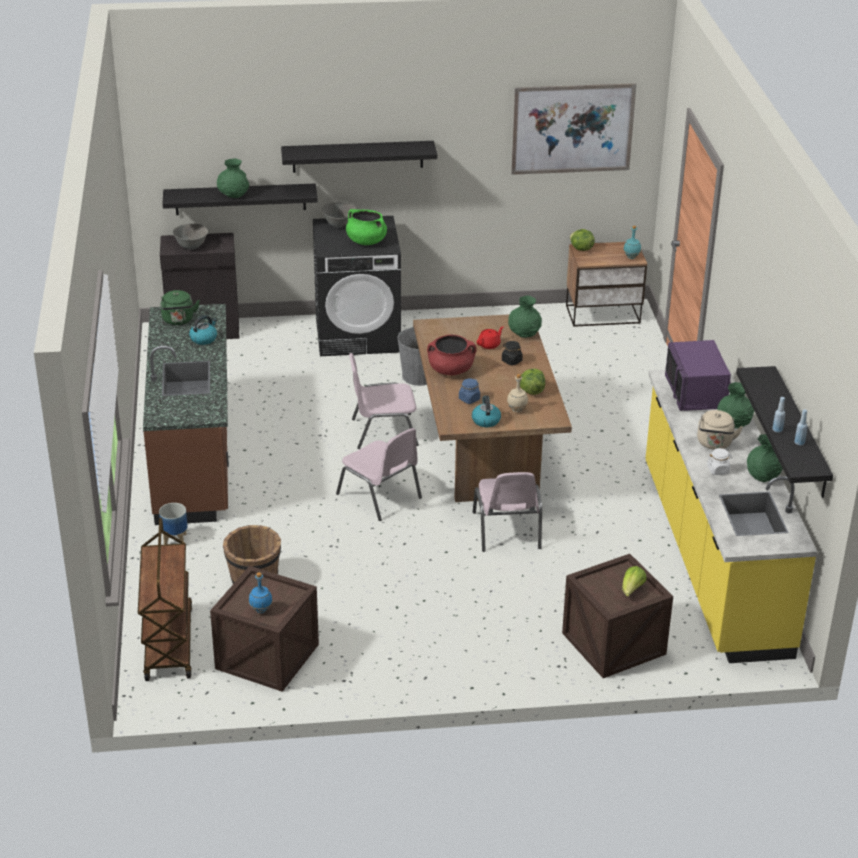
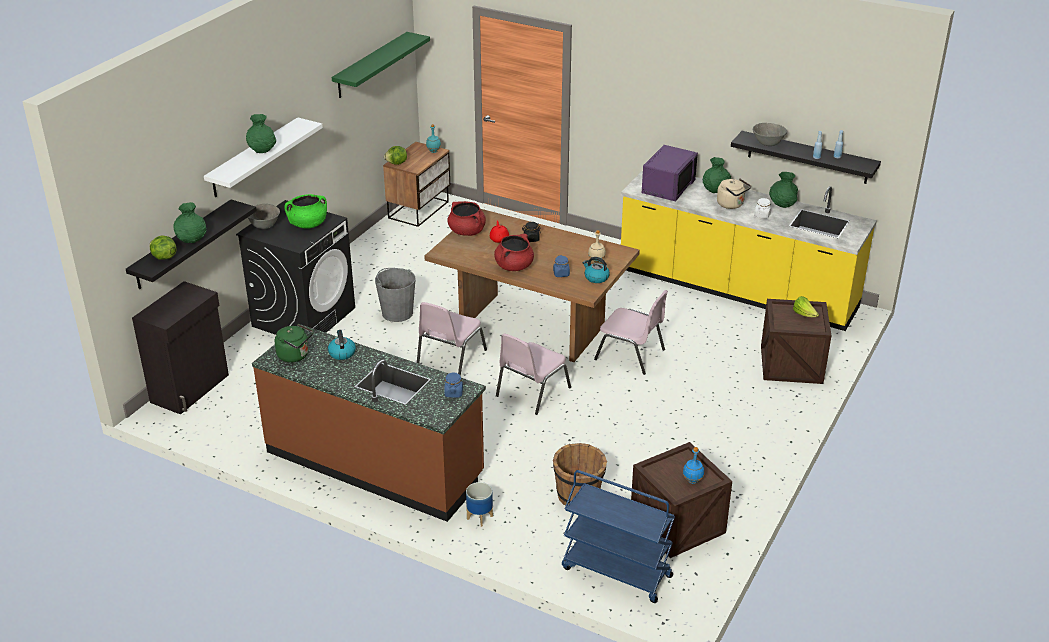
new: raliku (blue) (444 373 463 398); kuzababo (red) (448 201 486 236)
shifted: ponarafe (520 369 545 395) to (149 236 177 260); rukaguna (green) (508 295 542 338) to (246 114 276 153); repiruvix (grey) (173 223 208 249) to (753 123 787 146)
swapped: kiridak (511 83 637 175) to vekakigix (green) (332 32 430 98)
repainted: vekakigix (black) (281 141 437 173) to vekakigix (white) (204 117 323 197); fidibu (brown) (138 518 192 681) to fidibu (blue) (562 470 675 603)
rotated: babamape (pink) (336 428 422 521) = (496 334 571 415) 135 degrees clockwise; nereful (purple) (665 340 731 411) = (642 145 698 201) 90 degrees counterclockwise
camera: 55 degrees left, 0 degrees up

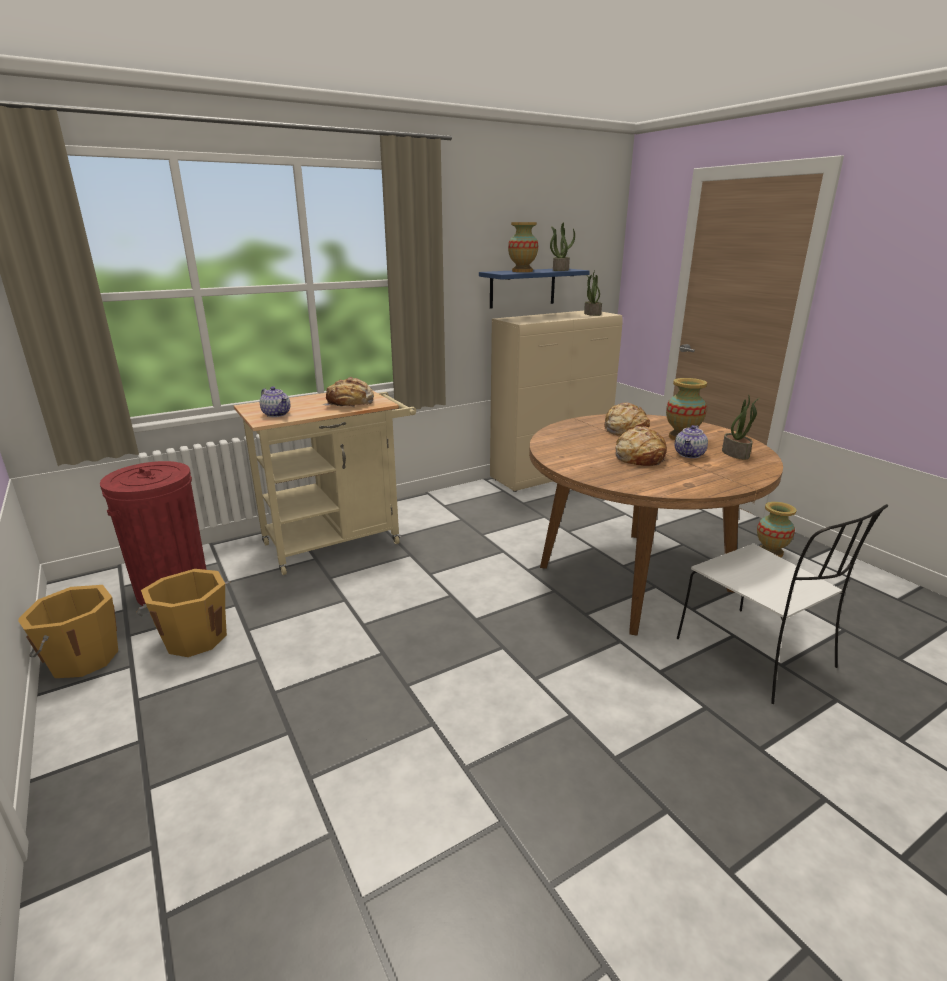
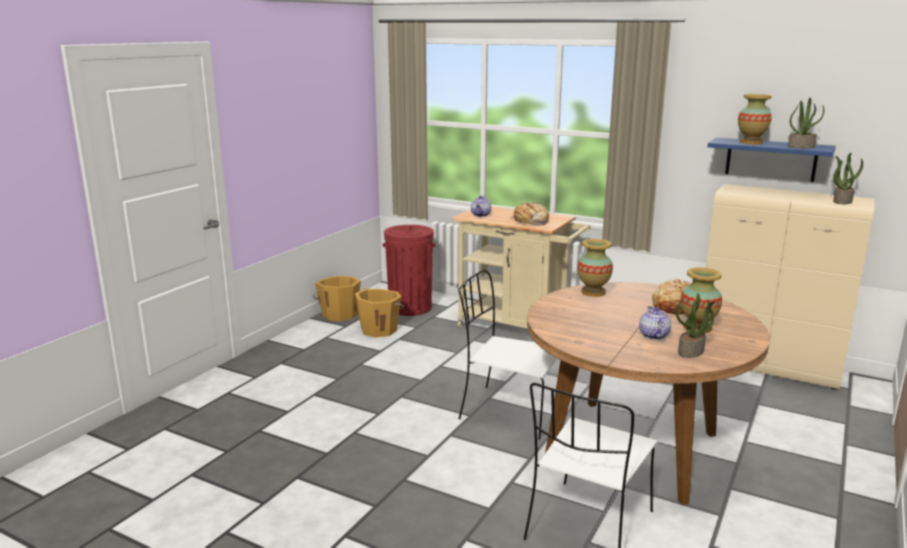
gone: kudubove (615 426 667 466)
new: babamape (white) (458 270 557 440)
shifted: rukaguna (757 502 797 557) to (577 239 613 297)
rotated: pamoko (675 425 708 458) = (639 306 671 340) 90 degrees clockwise
camera: 60 degrees right, 5 degrees down

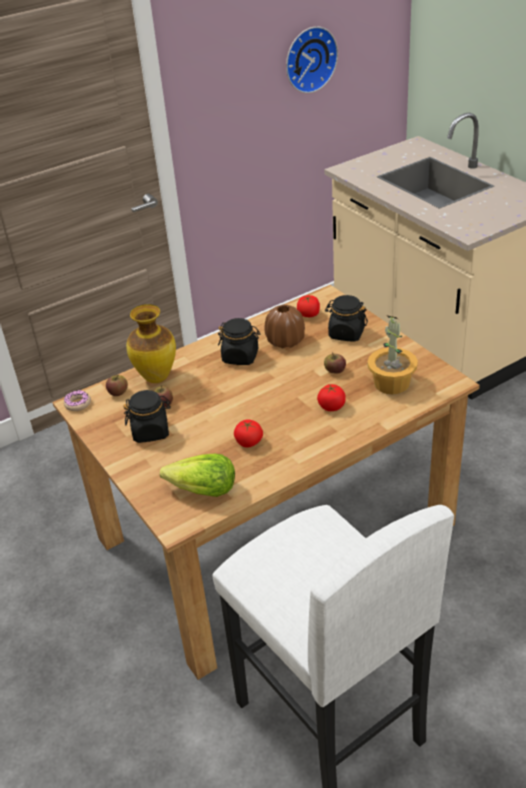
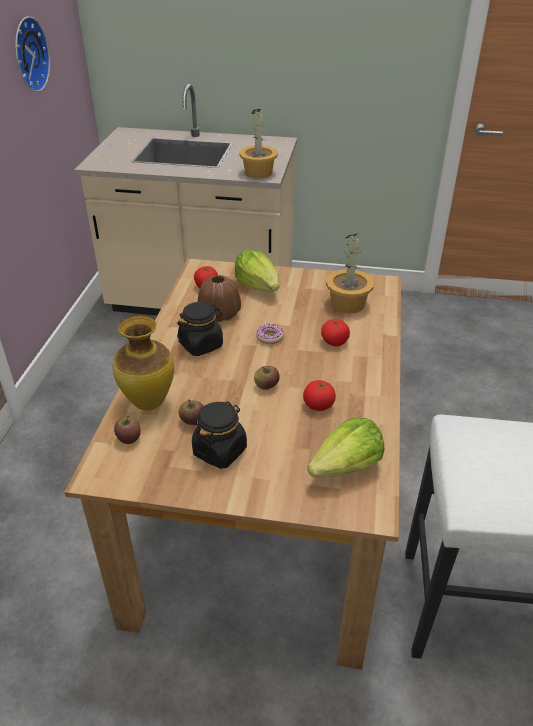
new: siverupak (239 109 278 179)
shifted: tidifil (324 352 346 374) to (254 366 280 390); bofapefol (64 390 91 411) to (256 324 284 344)
swapped: raliku (black) (325 295 368 342) to ponarafe (235 250 279 292)
camera: 50 degrees left, 0 degrees up

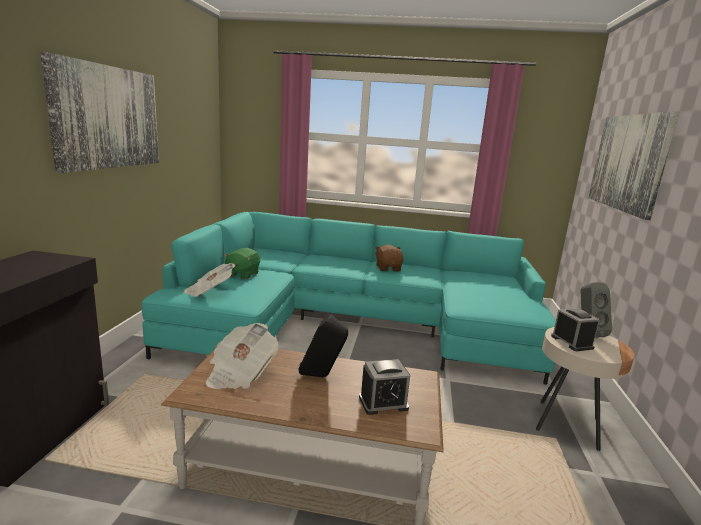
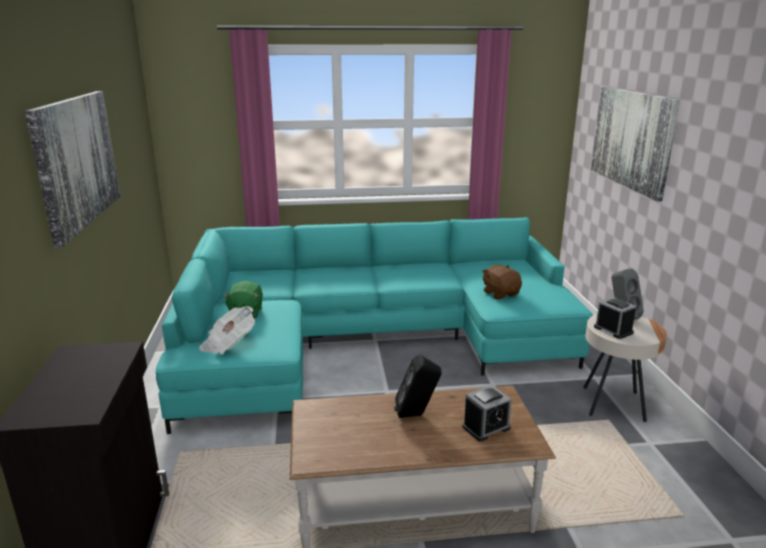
gone: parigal (206 323 278 389)
shifted: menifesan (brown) (375 245 403 271) to (482 265 522 299)
camera: 15 degrees left, 5 degrees up

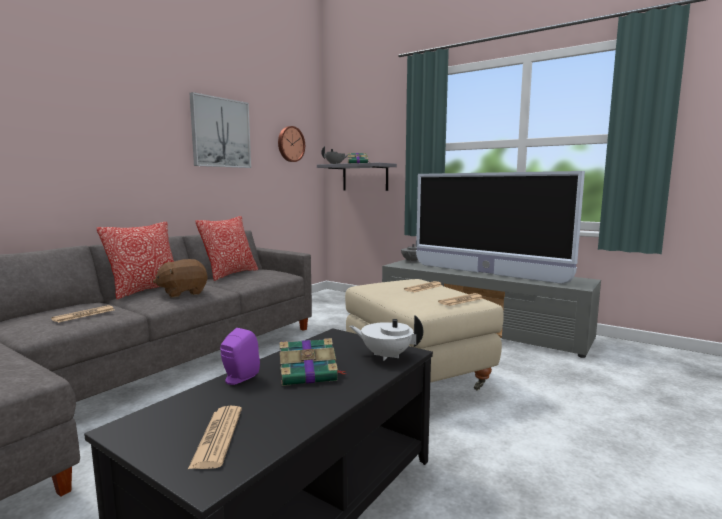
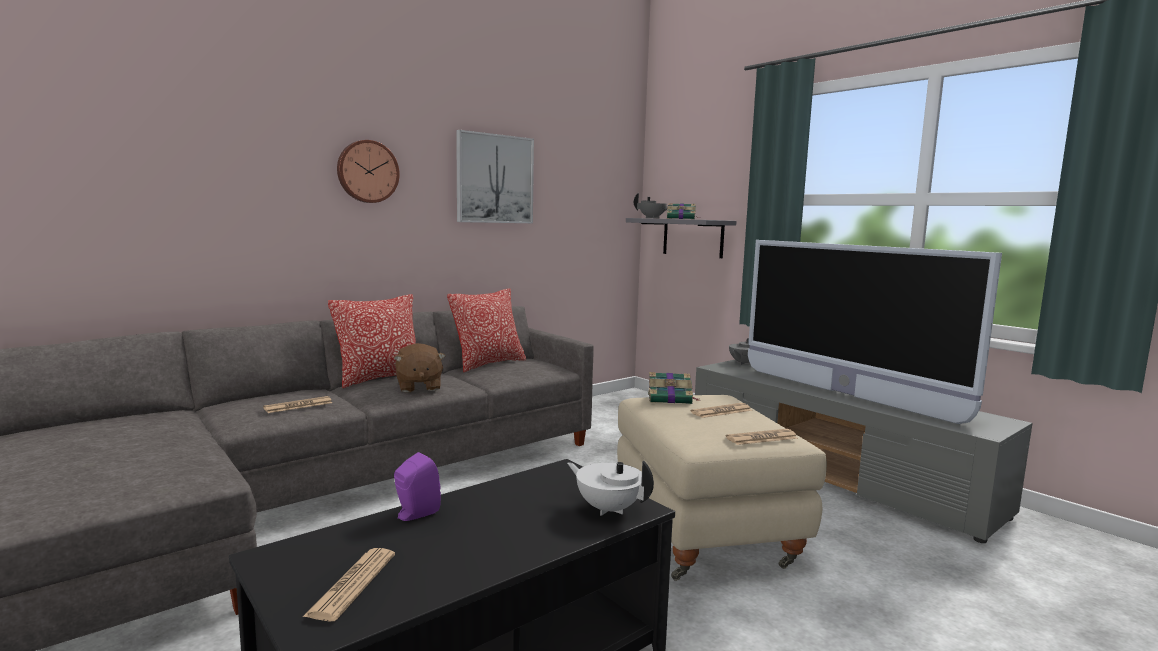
shifted: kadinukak (278 126 305 162) to (337 140 400 203); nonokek (279 338 346 386) to (648 372 700 404)
rotated: menifesan (brown) (153 259 208 298) = (394 343 446 392) 90 degrees counterclockwise
camera: 15 degrees right, 0 degrees up

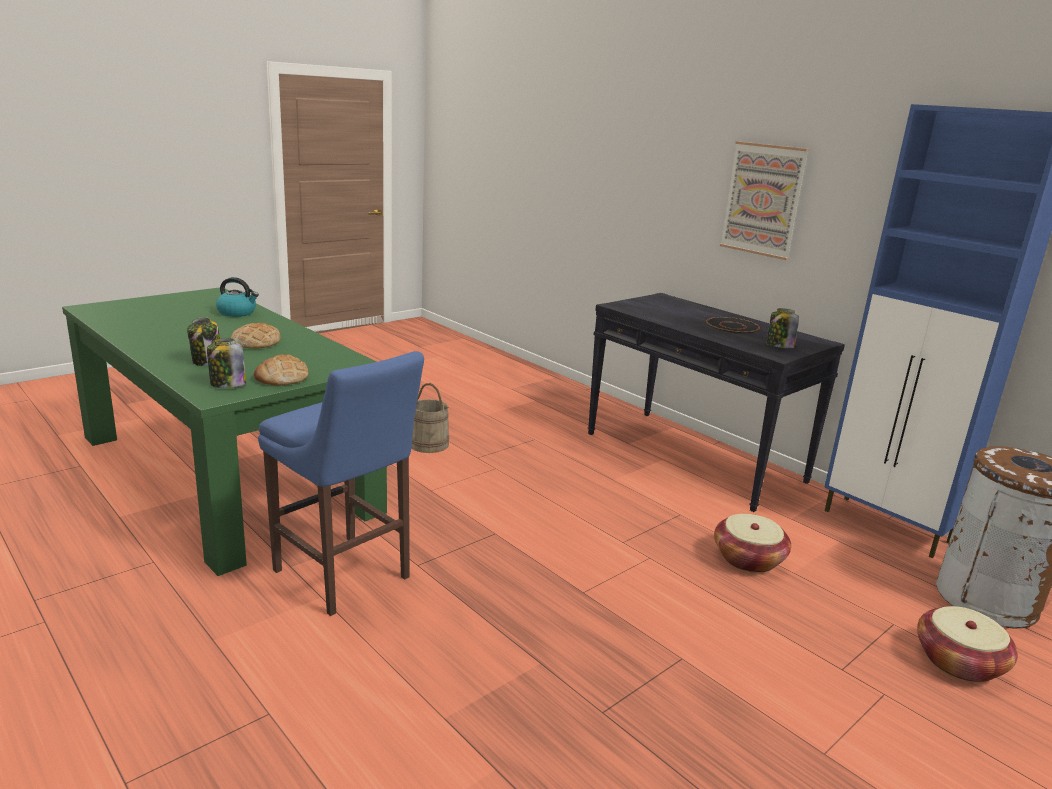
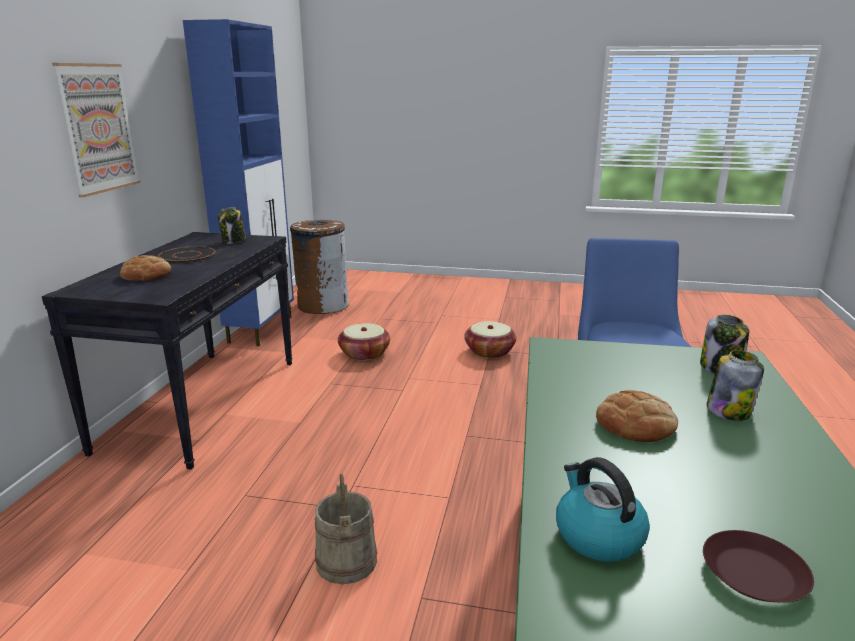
new: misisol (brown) (703 530 814 603)
shifted: kudubove (253 354 309 386) to (120 255 171 281); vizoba (917 606 1018 683) to (464 321 517 358)
camera: 125 degrees left, 0 degrees up

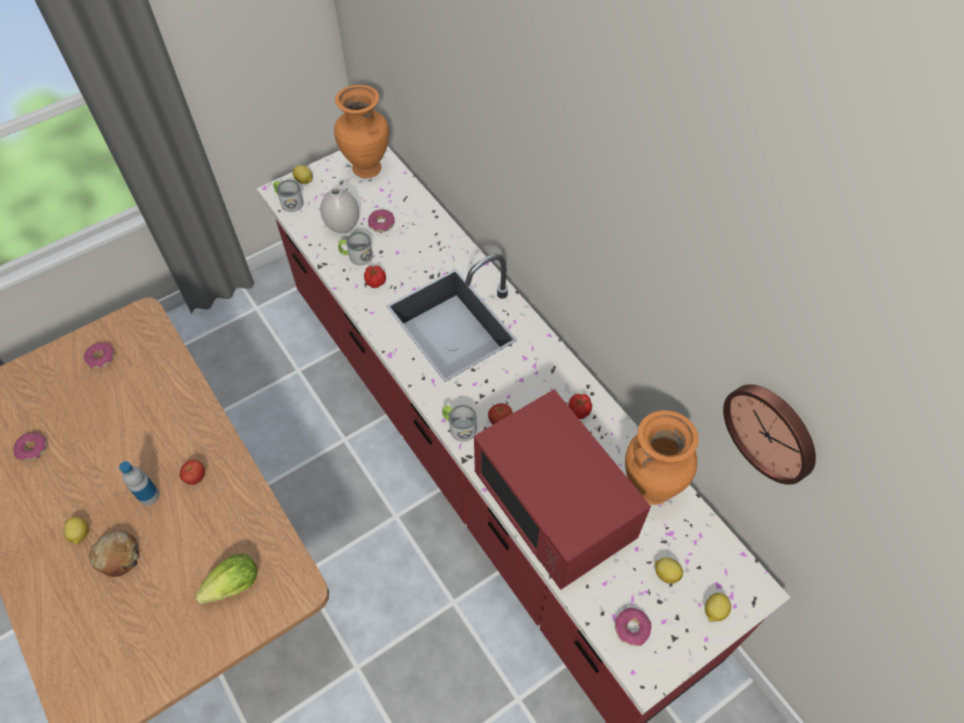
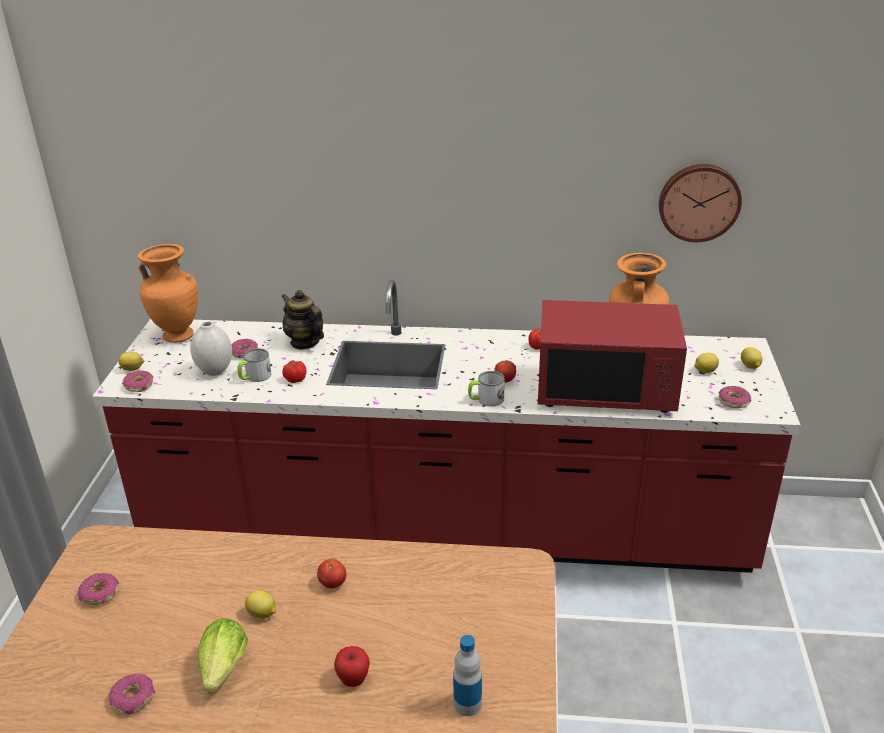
new: pamoko (282 290 324 350)
shifted: ponarafe (195 553 258 605) to (198 618 248 692); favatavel (64 517 89 545) to (245 590 276 619); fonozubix (119 461 160 505) to (453 635 482 716)
swapped: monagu (273 180 304 212) to bofapefol (123 371 154 392); kudubove (90 531 139 577) to tidifil (334 646 370 687)
camera: 50 degrees left, 25 degrees down

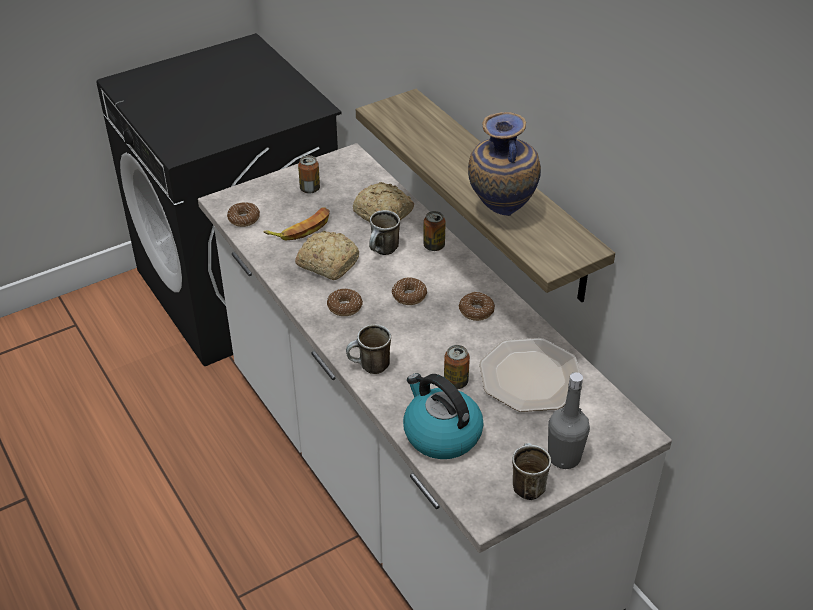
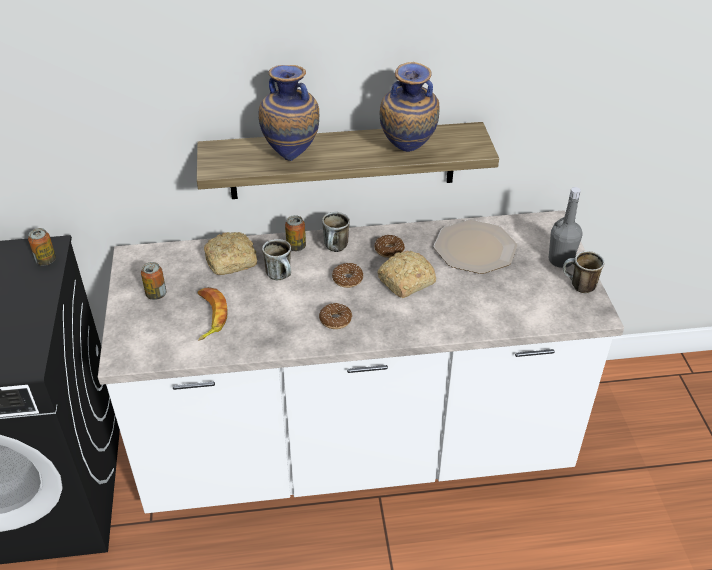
gone: bofapefol (227 202 260 227); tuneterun (403 373 484 459)
new: rukaguna (258 65 319 161)
shifted: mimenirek (444 345 470 389) to (28 228 56 266); monagu (346 324 391 374) to (322 212 350 252); kudubove (295 231 359 280) to (377 251 436 298)
camera: 65 degrees left, 0 degrees up

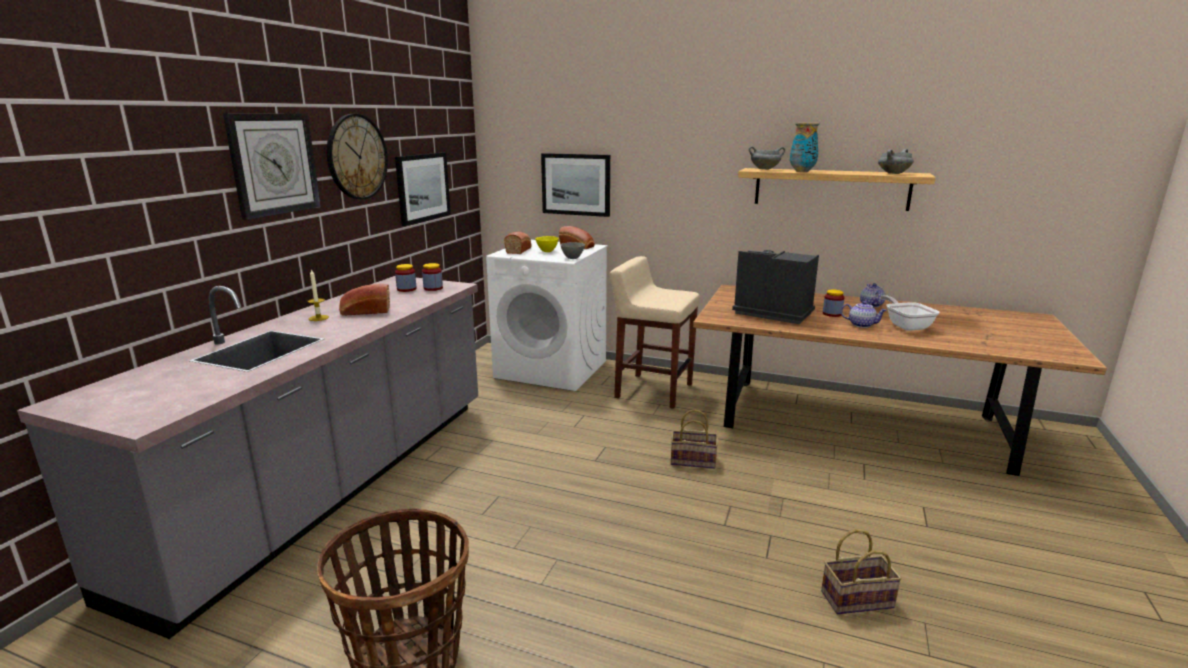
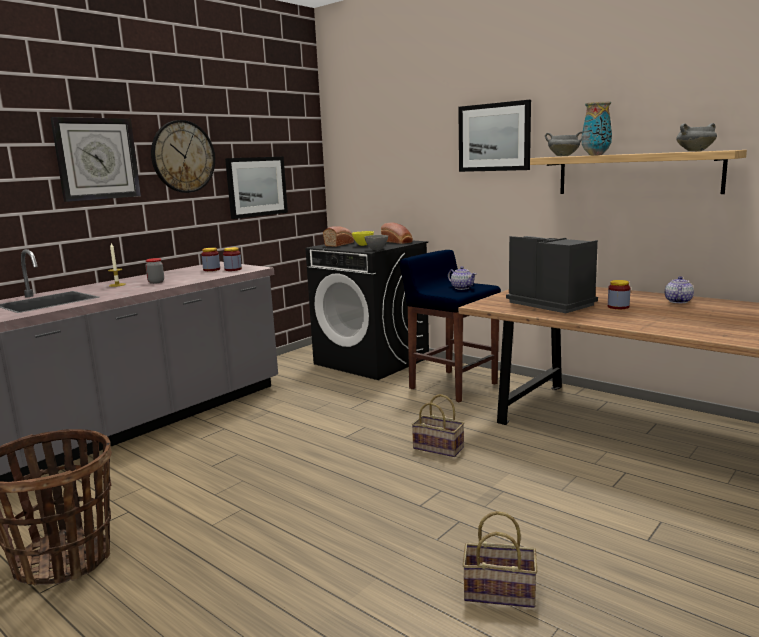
gone: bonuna (880 295 940 331)
shifted: pamoko (841 301 887 328) to (448 266 477 290); kiridak (541 153 610 217) to (458 100 531 172)
swapped: kudubove (339 284 390 316) to raliku (145 258 164 284)
repainted: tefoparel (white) (486 240 608 391) to tefoparel (black) (306 240 429 380); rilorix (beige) (609 256 700 409) to rilorix (blue) (399 250 501 402)
camera: 20 degrees right, 5 degrees down

